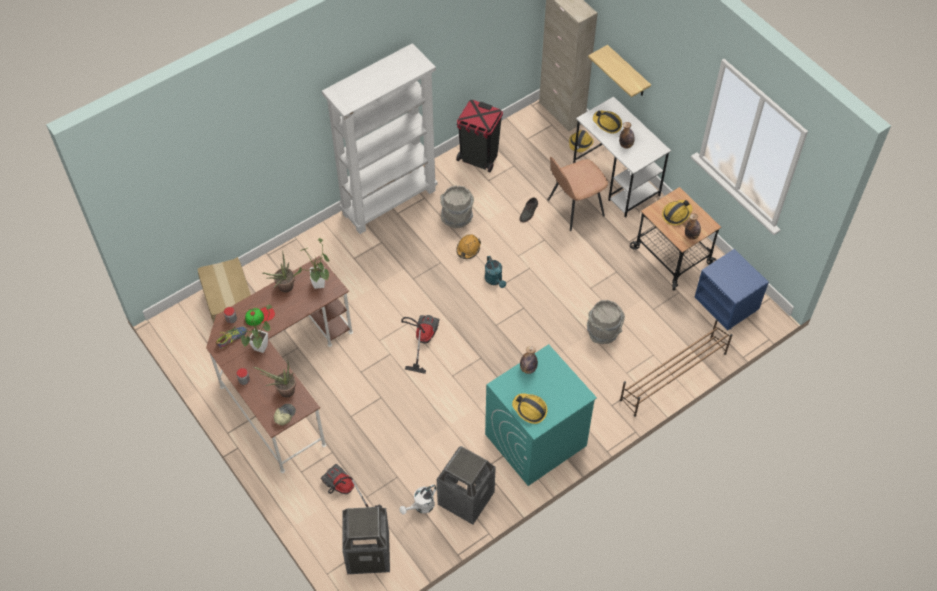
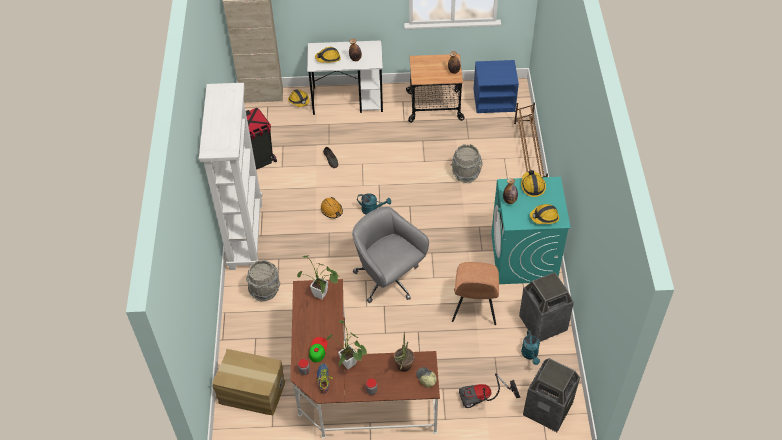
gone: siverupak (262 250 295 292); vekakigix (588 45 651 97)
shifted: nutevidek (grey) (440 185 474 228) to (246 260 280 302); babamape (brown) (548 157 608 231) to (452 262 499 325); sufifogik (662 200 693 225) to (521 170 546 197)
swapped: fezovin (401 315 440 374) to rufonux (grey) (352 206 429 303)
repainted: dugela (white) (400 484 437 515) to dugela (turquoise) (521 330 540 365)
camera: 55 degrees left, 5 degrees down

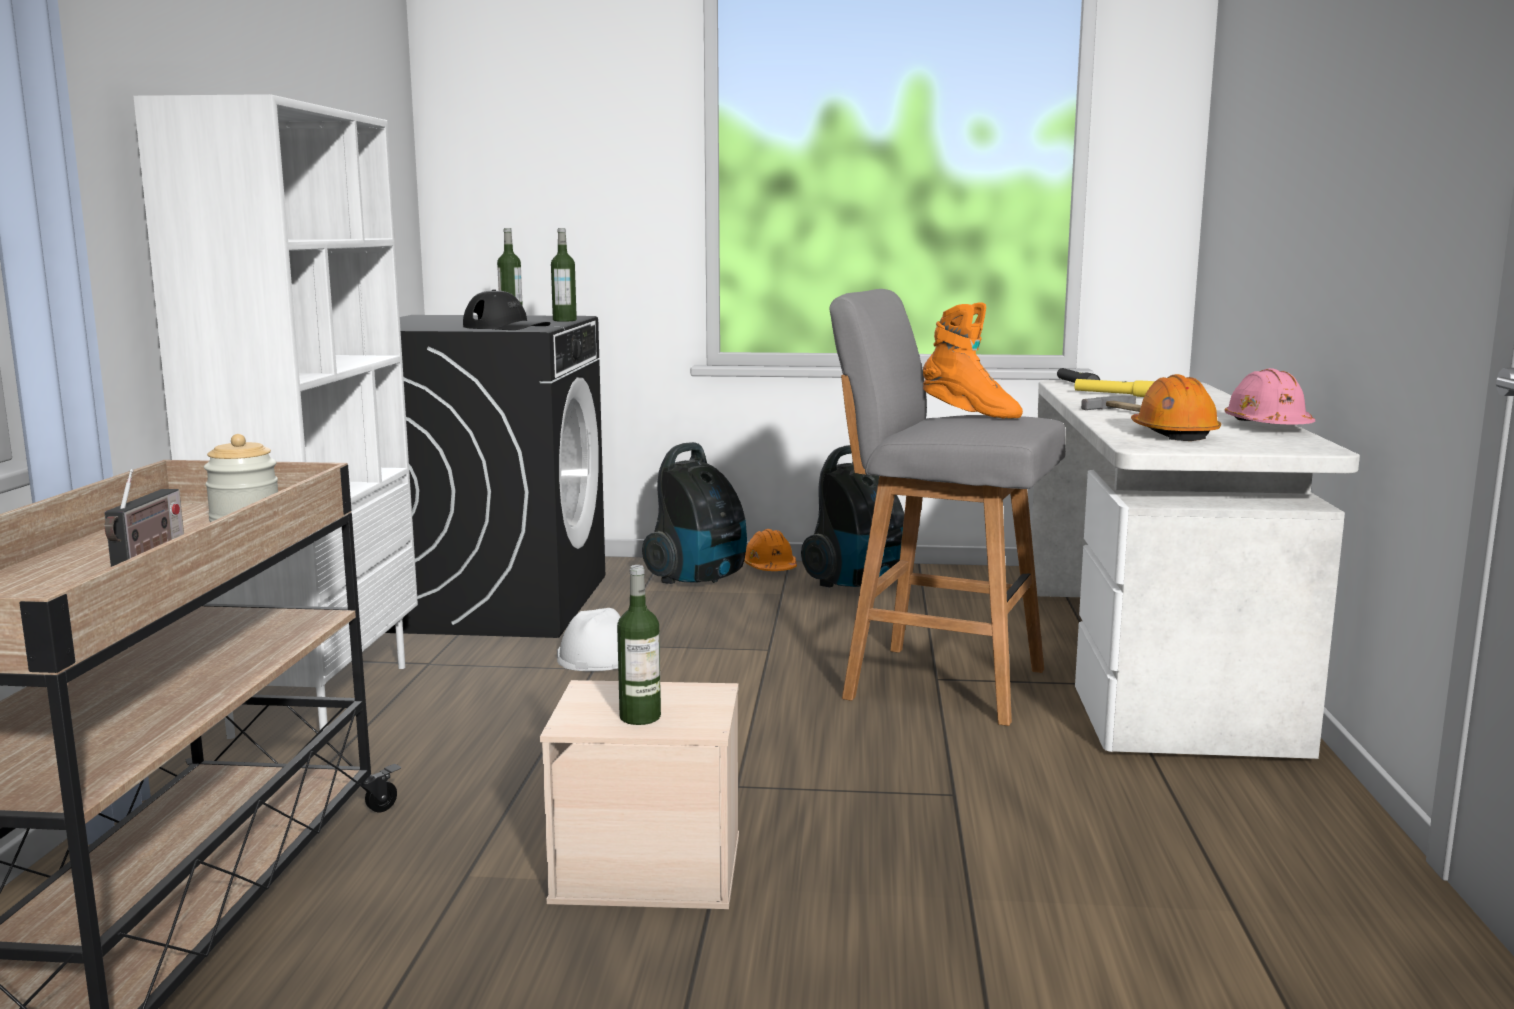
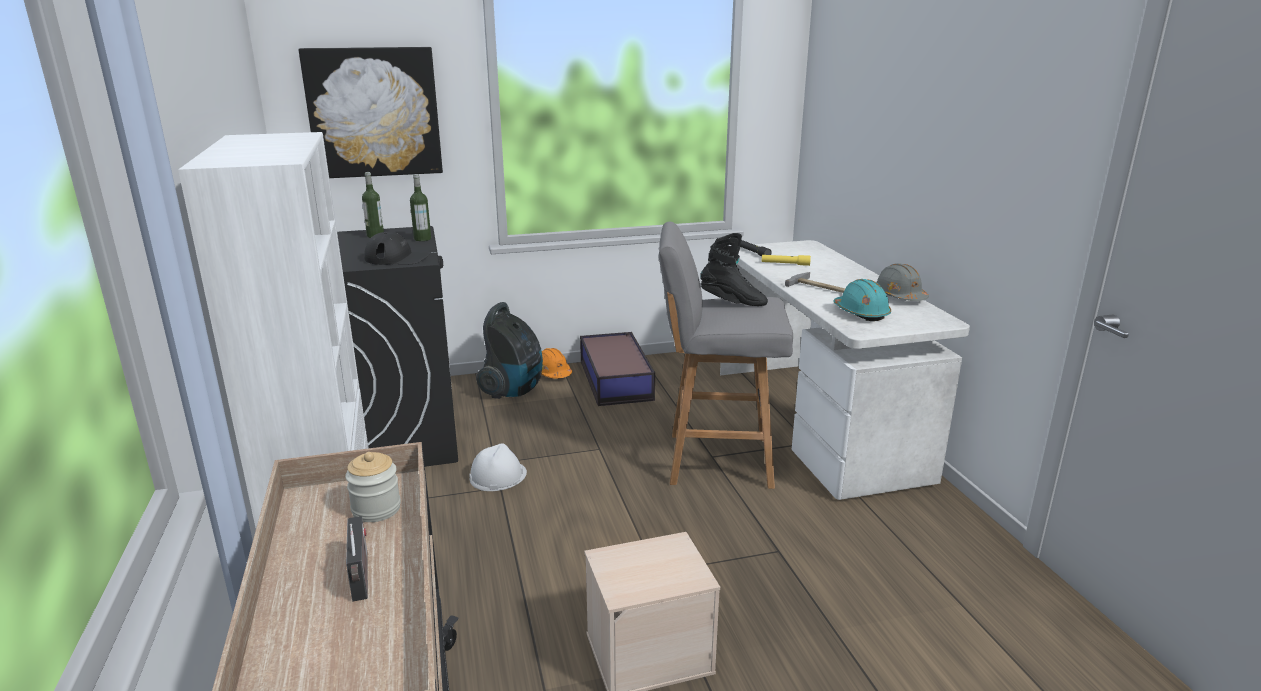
gone: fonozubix (617 565 661 725)
new: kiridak (299 47 443 178)
swapped: fezovin (801 445 904 587) to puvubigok (580 332 655 406)
repainted: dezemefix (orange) (923 303 1023 419) to dezemefix (black) (700 233 768 306); sufifogik (orange) (1131 374 1221 441) to sufifogik (turquoise) (834 279 891 321); sufifogik (pink) (1224 368 1315 424) to sufifogik (grey) (877 263 929 301)
camera: 20 degrees left, 10 degrees up

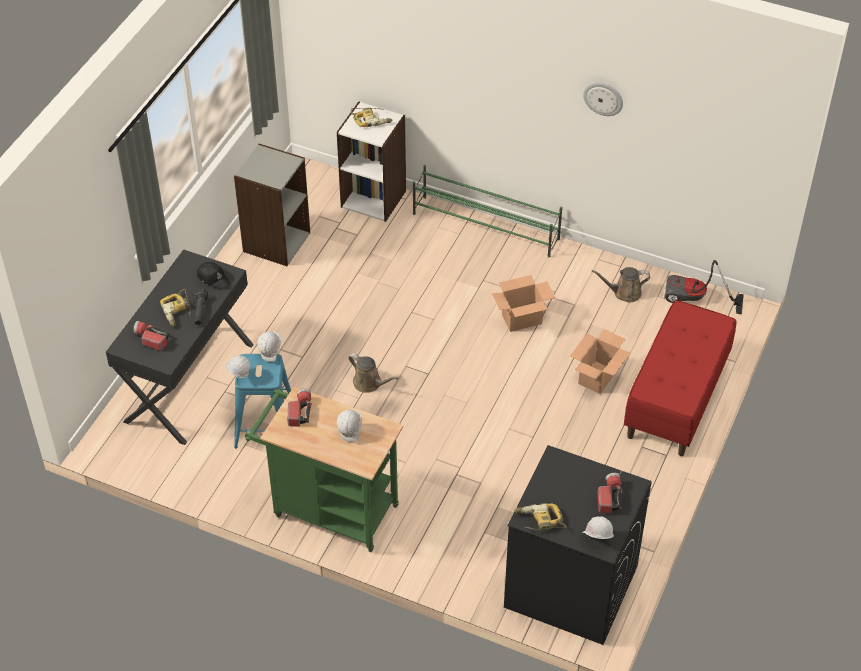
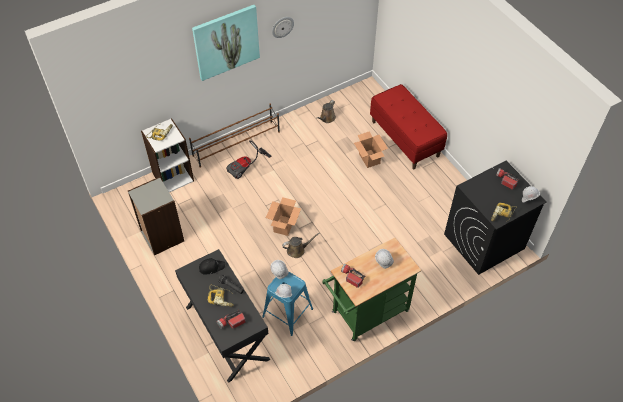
new: kiridak (192 5 260 81)
shifted: fezovin (664 260 744 315) to (226 140 272 179); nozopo (492 275 555 332) to (266 197 301 236)
repainted: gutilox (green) (413 165 562 257) to gutilox (brown) (189 103 280 168)
camera: 55 degrees left, 5 degrees up

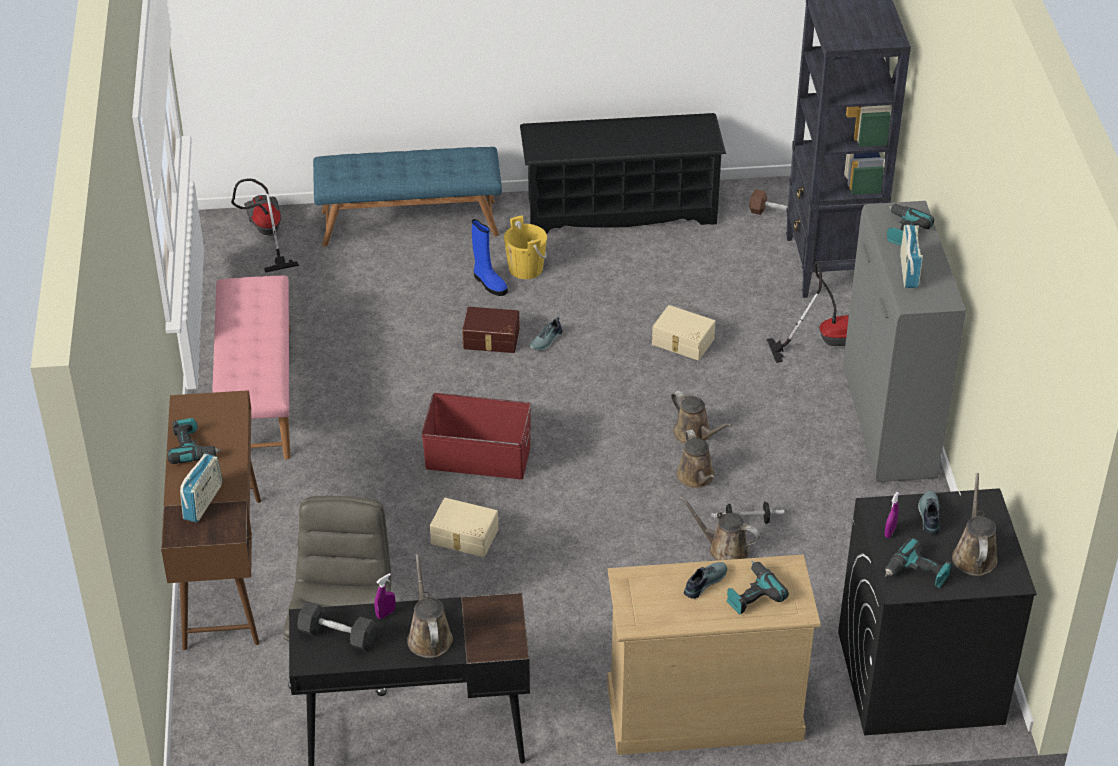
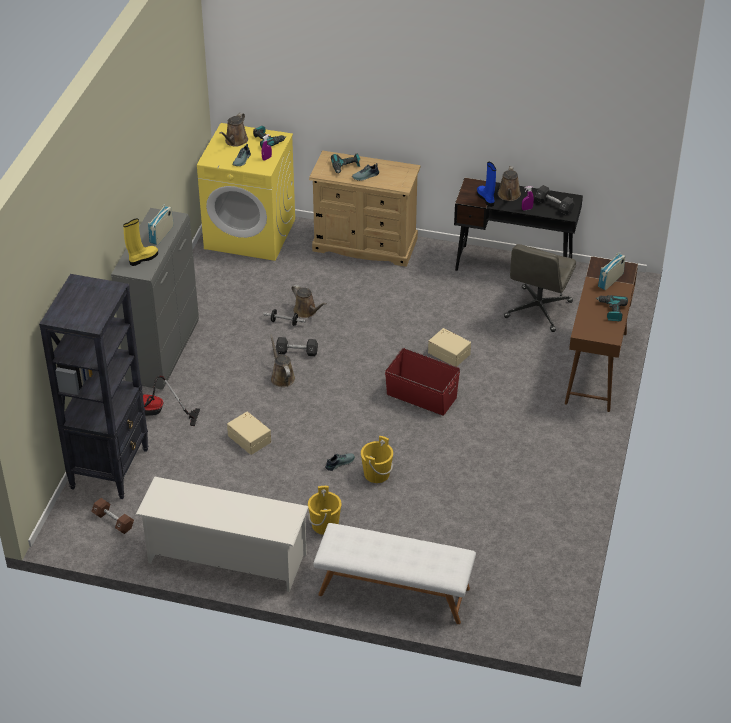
gone: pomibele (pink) (212 276 290 459); fezovin (231 179 299 273)
shifted: dezemefix (blue) (472 219 508 296) to (477 162 496 207)
swapped: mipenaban (887 204 934 246) to dezemefix (yellow) (123 218 158 266); dugela (brown) (676 430 715 488) to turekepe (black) (276 337 318 356); puvubigok (brown) (462 307 520 353) to nutevidek (yellow) (361 436 393 483)
repainted: gutilox (black) (520 113 726 234) to gutilox (white) (136 476 309 592); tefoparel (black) (838 488 1037 735) to tefoparel (yellow) (197 123 295 261); pomibele (blue) (313 147 502 247) to pomibele (white) (313 523 476 624)
camera: 160 degrees left, 0 degrees up

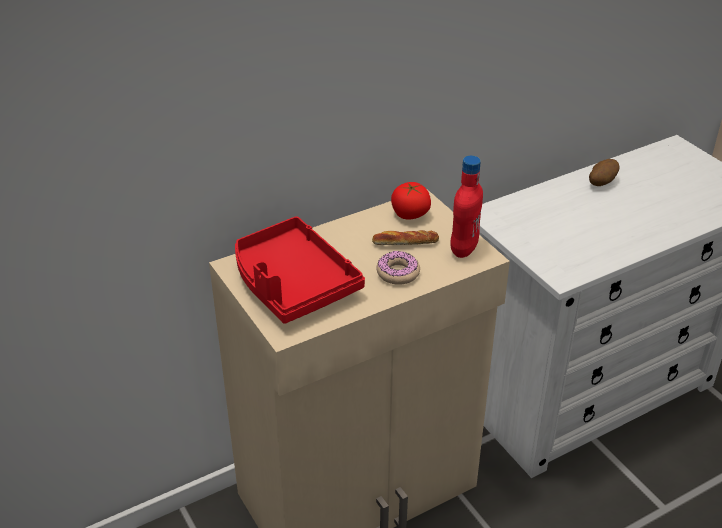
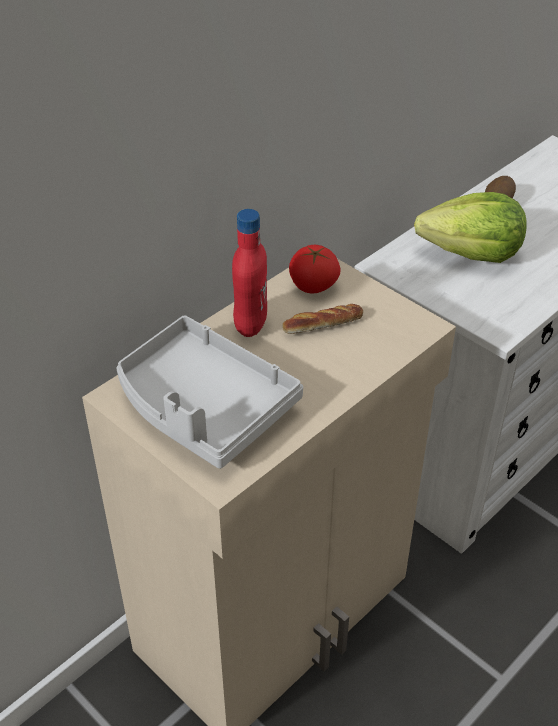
gone: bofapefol (376 251 420 285)
new: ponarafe (414 192 527 263)
shifted: fonozubix (red) (451 156 483 258) to (232 209 267 337)
repainted: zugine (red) (235 216 365 324) to zugine (grey) (116 316 303 469)
camera: 15 degrees left, 5 degrees up

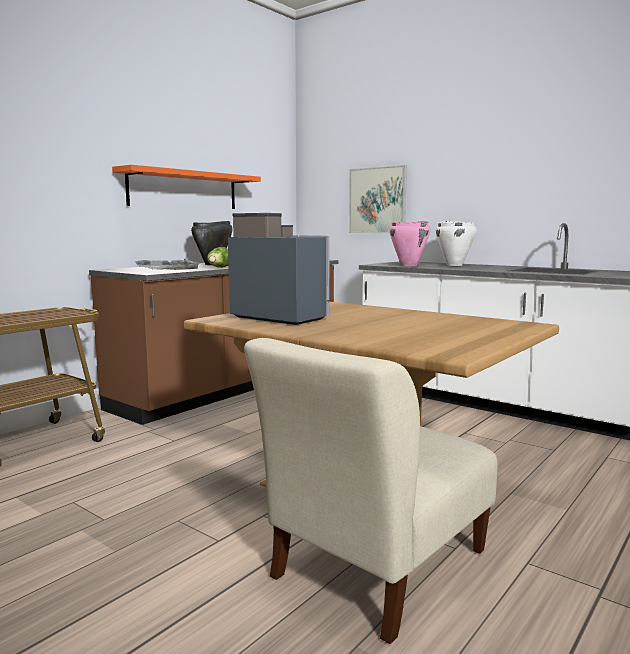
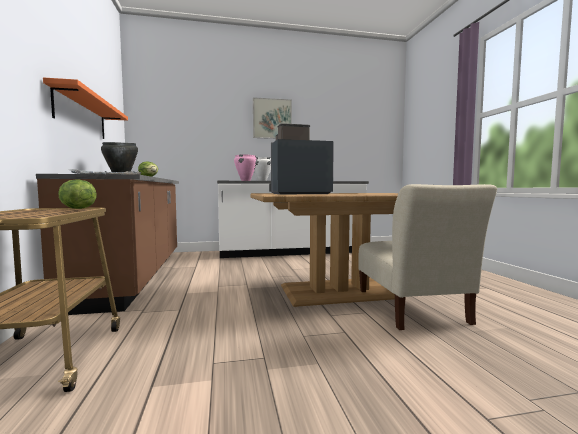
new: ponarafe (58 179 96 209)
shifted: kiridak (349 165 407 234) to (253 97 292 139)
camera: 50 degrees left, 5 degrees down

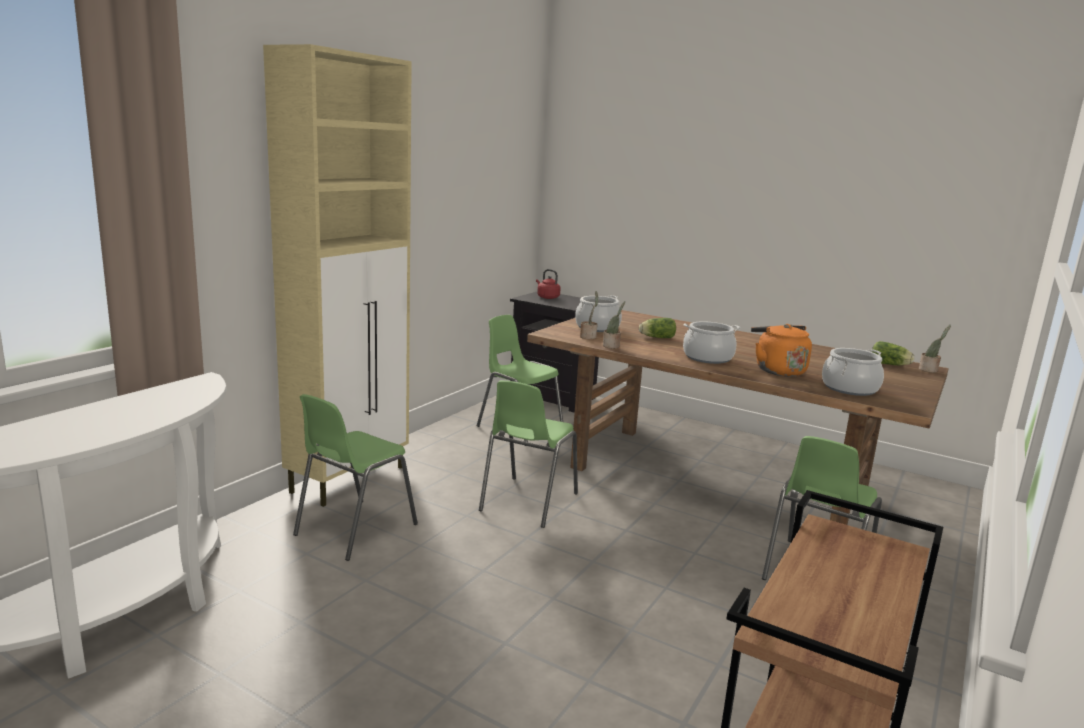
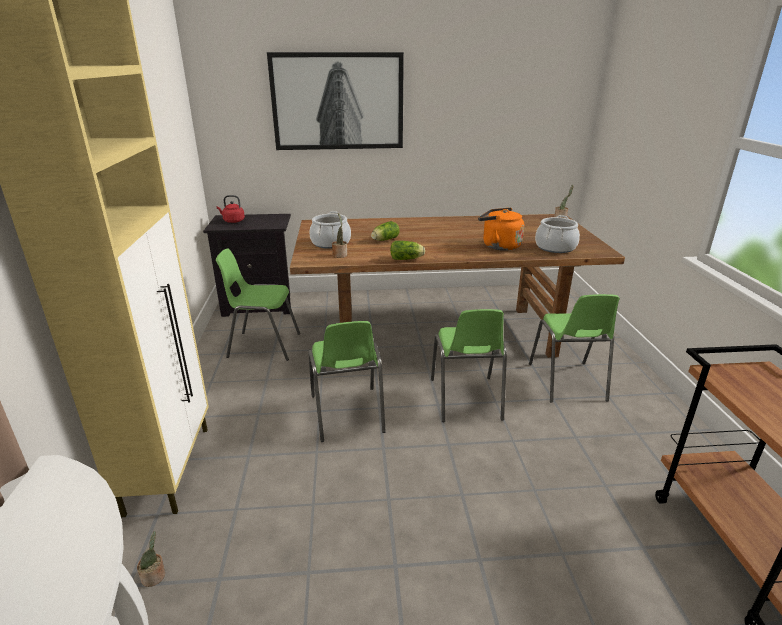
gone: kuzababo (683 321 740 364)
new: kiridak (267 52 404 150)
shifted: siverupak (603 301 625 349) to (137 531 165 587); ponarafe (872 341 914 365) to (390 241 425 260); babamape (green) (293 394 418 561) to (431 309 507 422)
camera: 35 degrees left, 10 degrees up

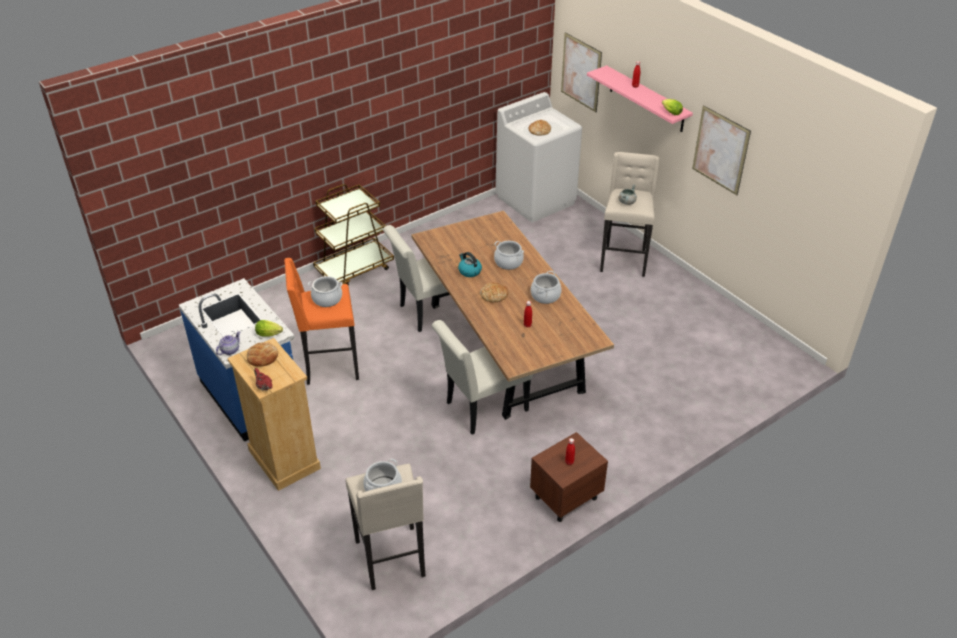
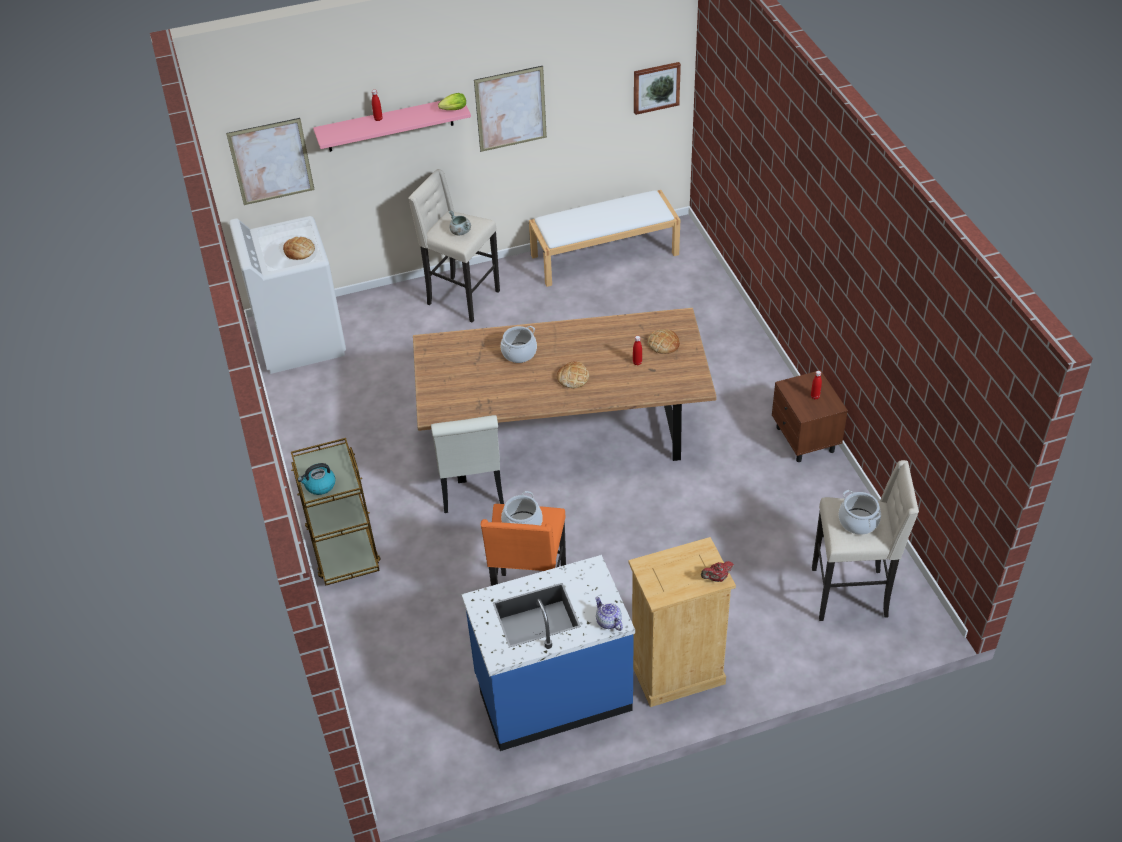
gone: ponarafe (255 320 283 337); babamape (white) (432 320 533 434); kuzababo (531 271 561 304)
new: pomibele (white) (529 190 680 287); kiridak (634 62 681 115)
shifted: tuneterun (458 252 482 277) to (298 463 336 495); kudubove (247 342 278 367) to (647 329 680 354)
camera: 70 degrees left, 5 degrees up

